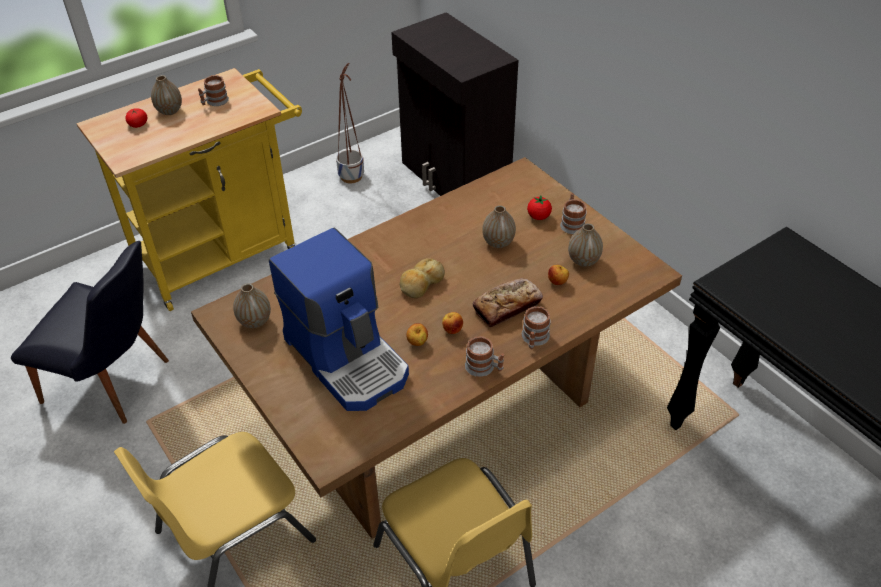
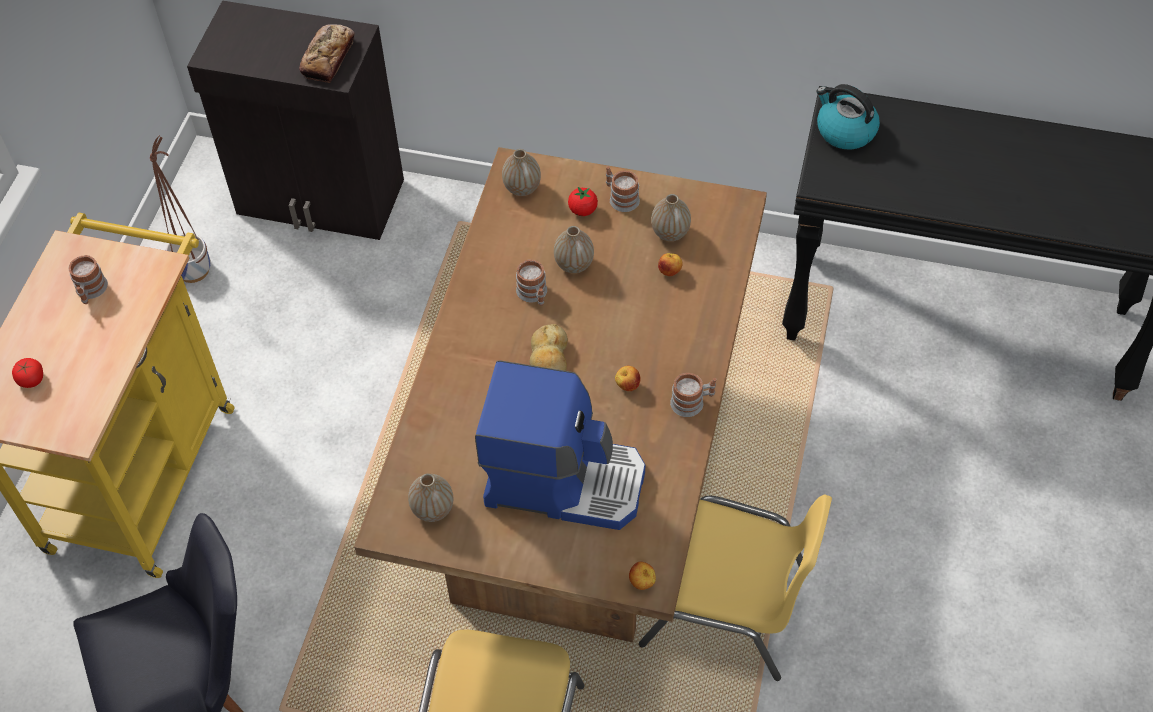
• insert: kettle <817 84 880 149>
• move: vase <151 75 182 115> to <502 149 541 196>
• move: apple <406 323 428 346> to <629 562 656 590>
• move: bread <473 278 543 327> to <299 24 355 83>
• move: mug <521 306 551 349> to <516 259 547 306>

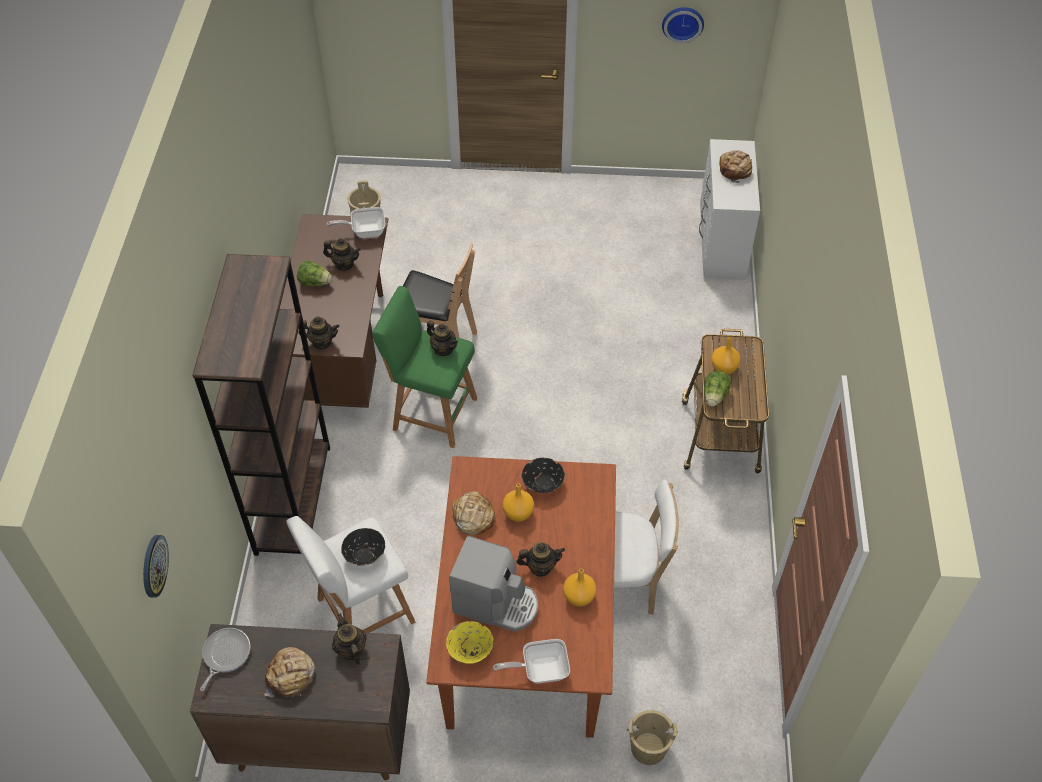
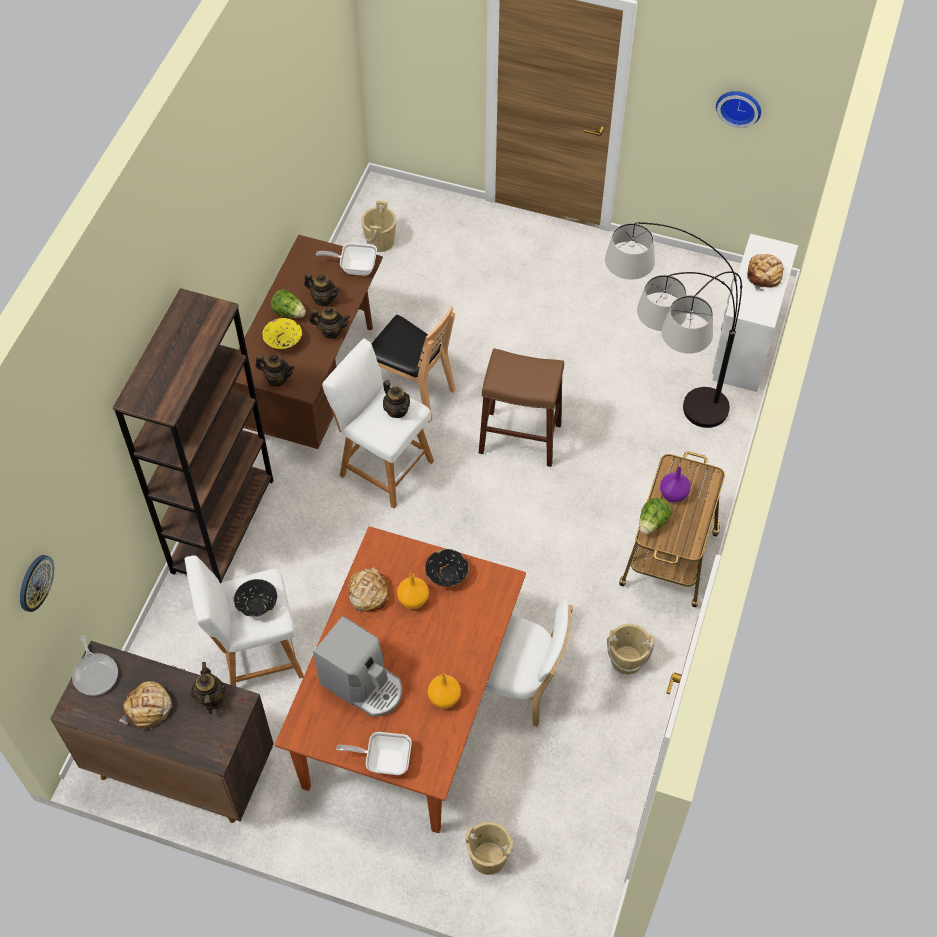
• insert: stool/brown <479 348 564 467>
• insert: floor lamp <605 222 743 428>
• insert: bucket/beige <607 624 654 674>
• move: bowl/yellow <446 621 494 664> to <263 318 302 349>
• move: teapot <516 542 565 577> to <309 306 350 339>
• recolor: stool/green <372 286 477 448> to stool/white <322 339 434 509>
• recolor: vase/orange <711 337 741 374> to vase/purple <660 467 691 503>
• rotate: frying pan <200 628 250 691> = <72 635 118 696> 120 degrees clockwise

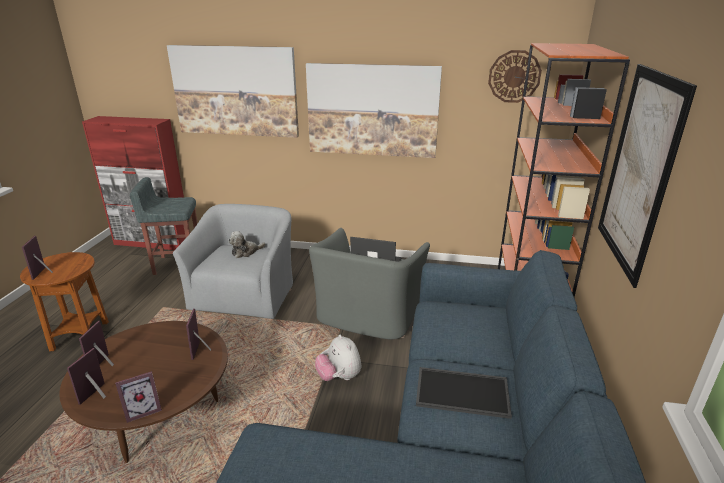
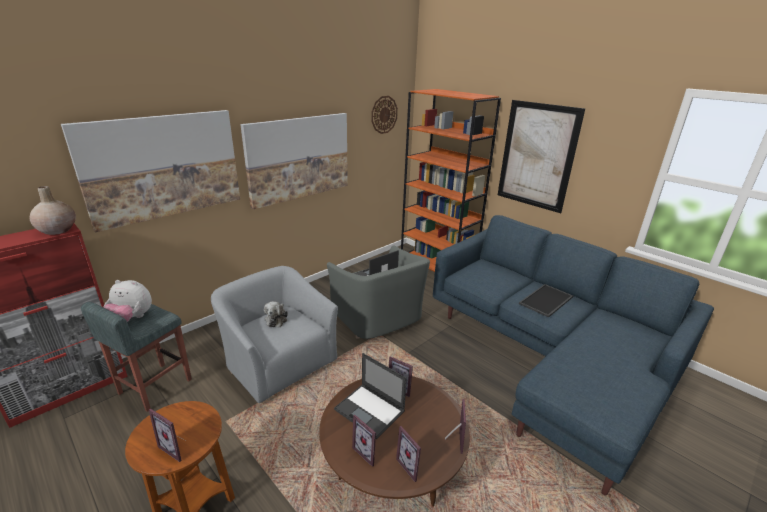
• insert: vase/beige <29 186 76 235>
• insert: laptop <334 353 407 440>
• move: plush toy <315 335 361 381> to <103 280 152 322>

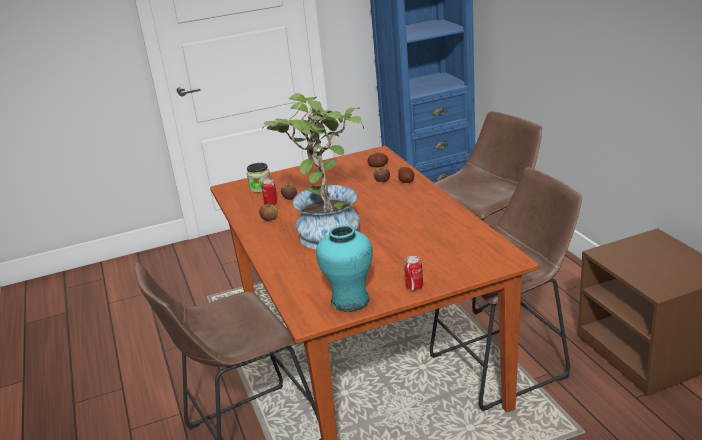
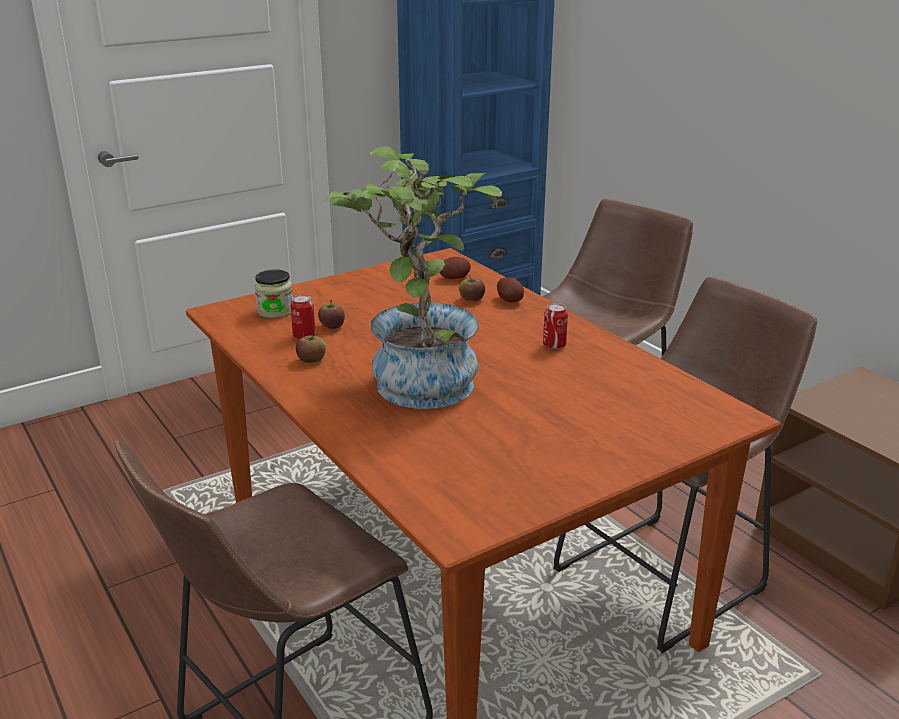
• delete: vase/turquoise <316 225 373 312>
• move: can <404 256 423 291> to <543 303 568 349>

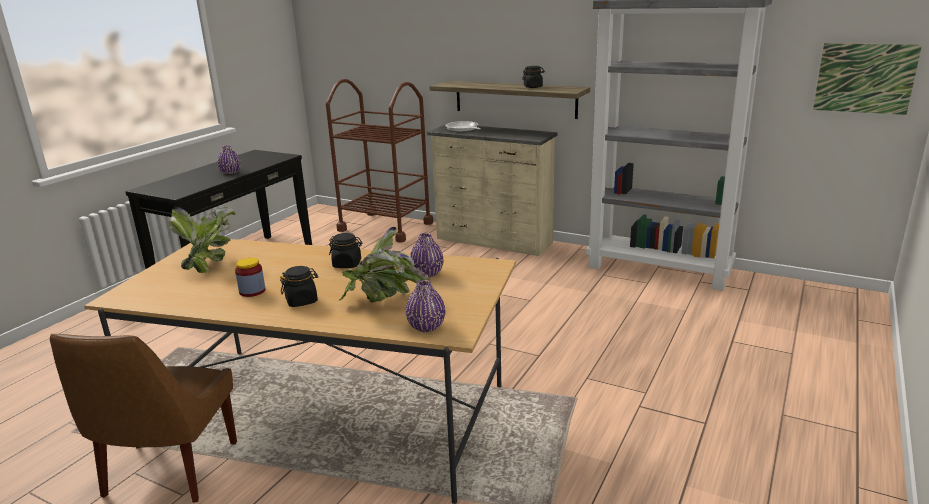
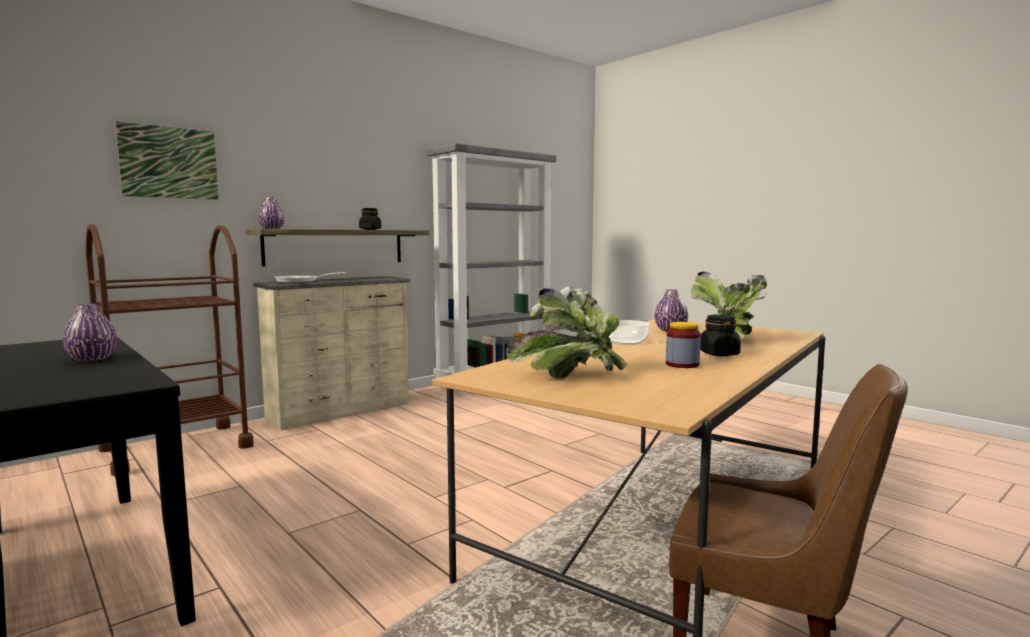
• move: vase/purple <406 280 445 332> to <258 197 285 229>
• move: picture <813 43 922 115> to <116 121 219 200>
• replace: jar/black <329 233 363 268> to bowl <607 320 650 345>

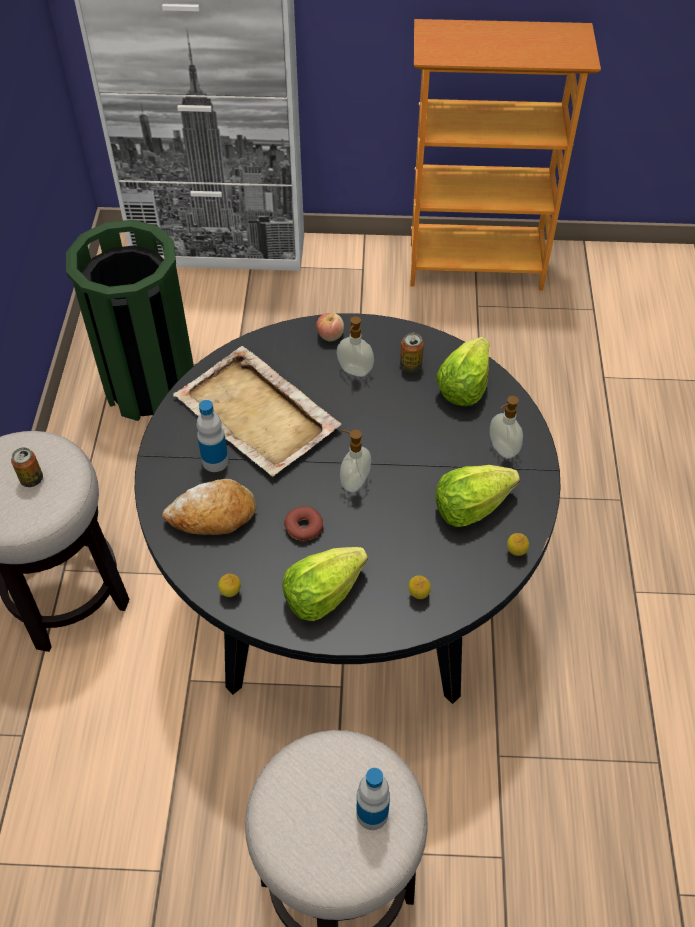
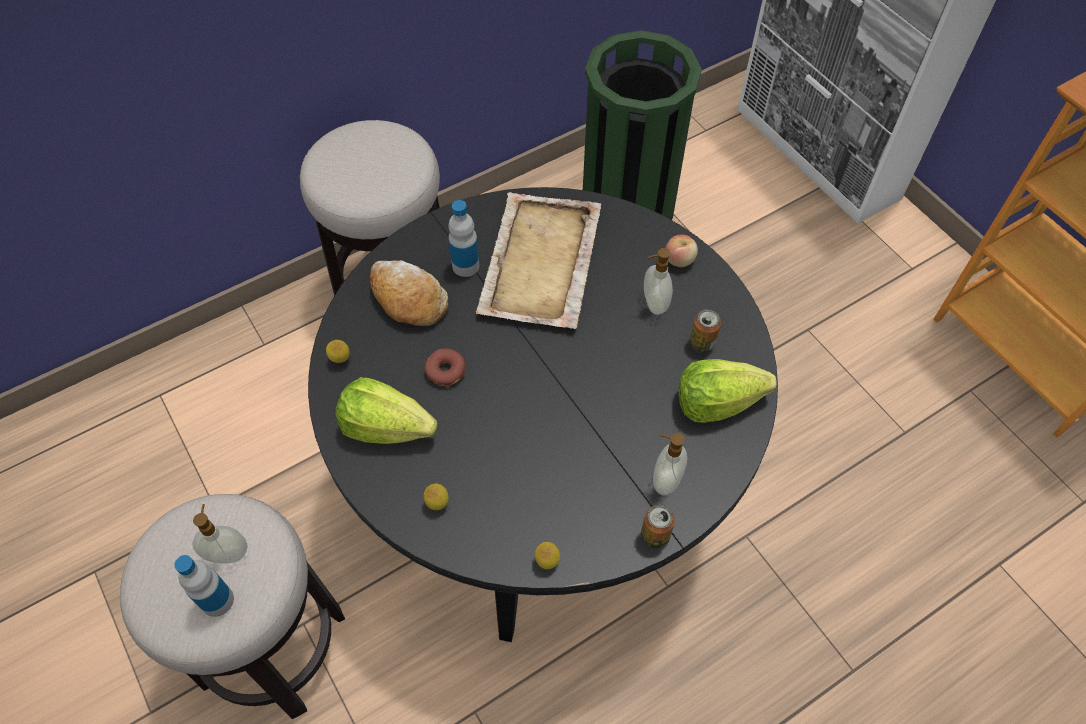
• delete: lettuce <436 465 520 527>
• move: can <11 447 43 487> to <641 505 675 549>
• move: soap dispenser <340 430 371 492> to <192 504 248 564>

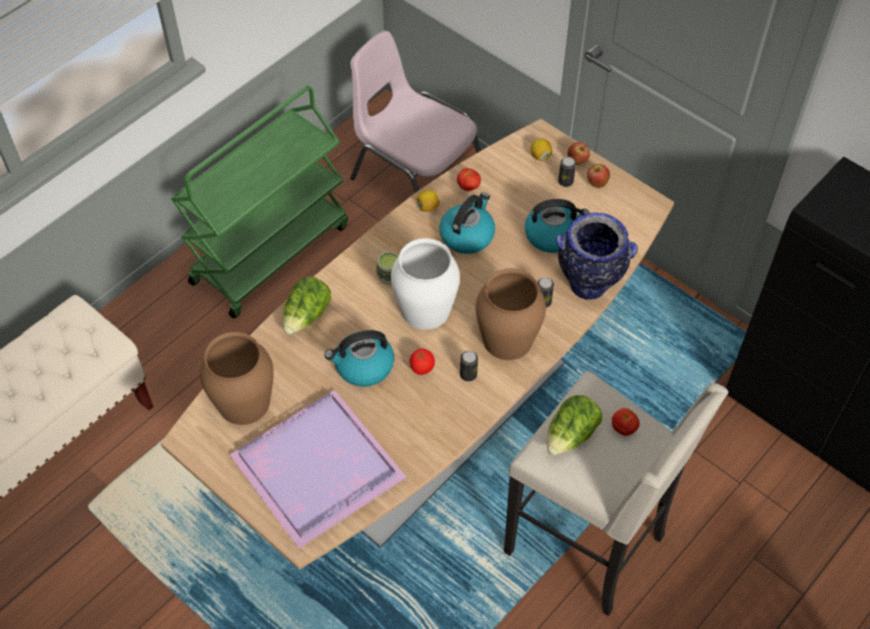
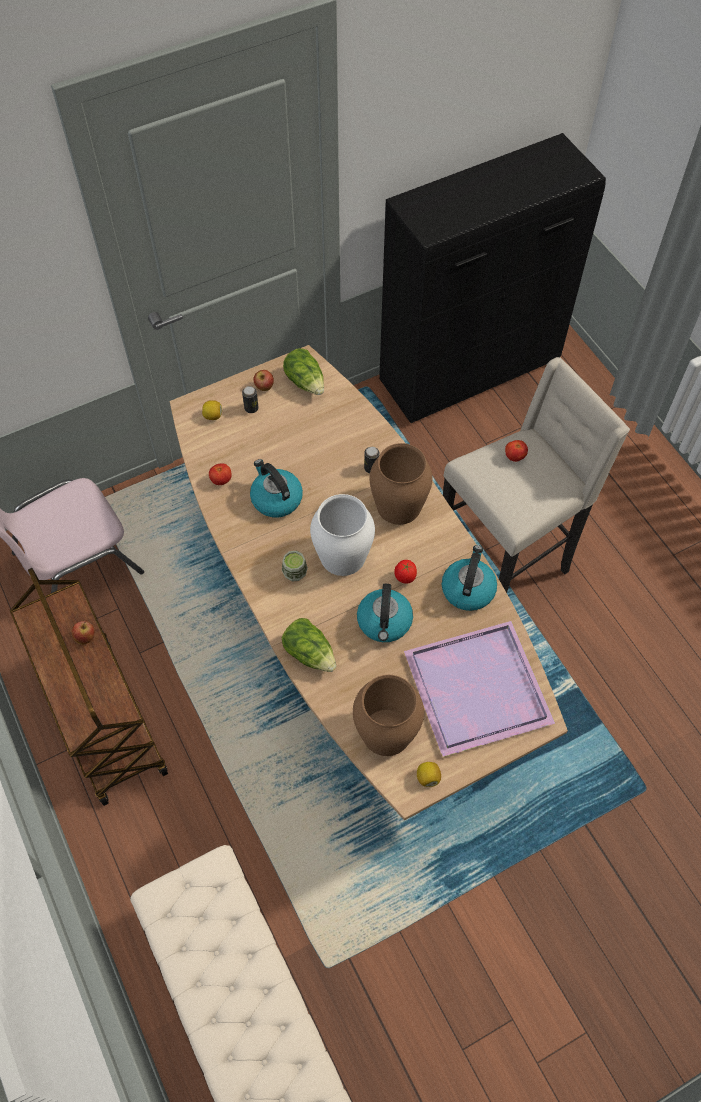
• delete: can <460 351 478 382>
• delete: vase <556 213 638 300>
• move: lemon <417 190 440 212> to <417 762 441 787>
• move: kettle <525 199 590 253> to <442 545 497 611>
• move: lettuce <547 395 602 455> to <283 348 324 395>
• move: apple <567 142 590 165> to <72 621 95 645>
• recolor: cart/green <171 86 348 318> to cart/brown <10 568 168 806>

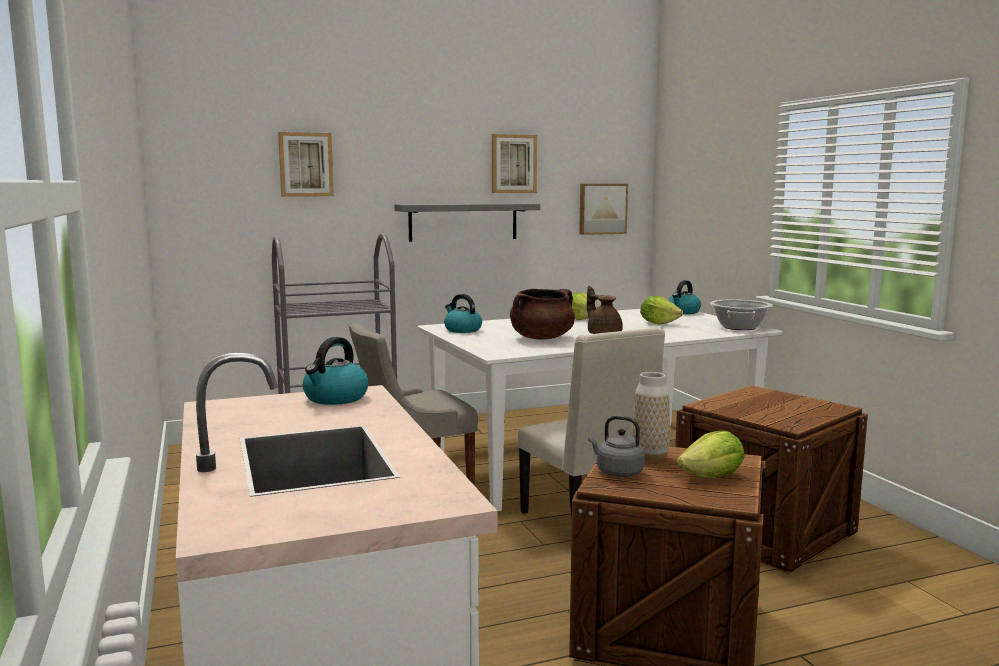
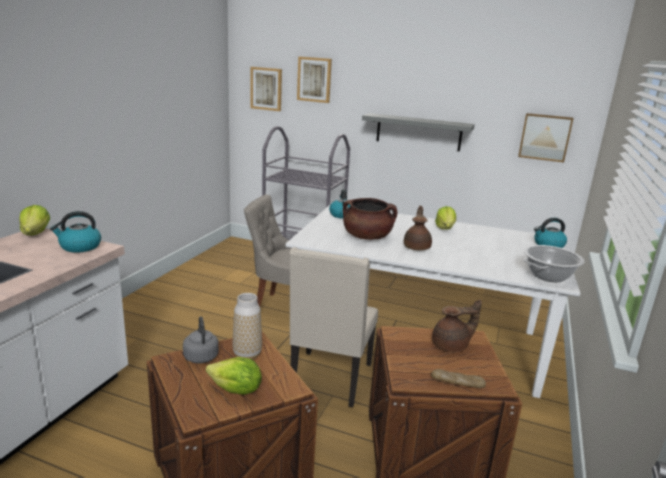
• insert: bread <431 369 486 388>
• insert: teapot/brown <432 300 482 352>
• move: picture <492 134 537 193> to <251 67 282 111>
• move: lettuce <640 296 683 325> to <19 205 50 236>

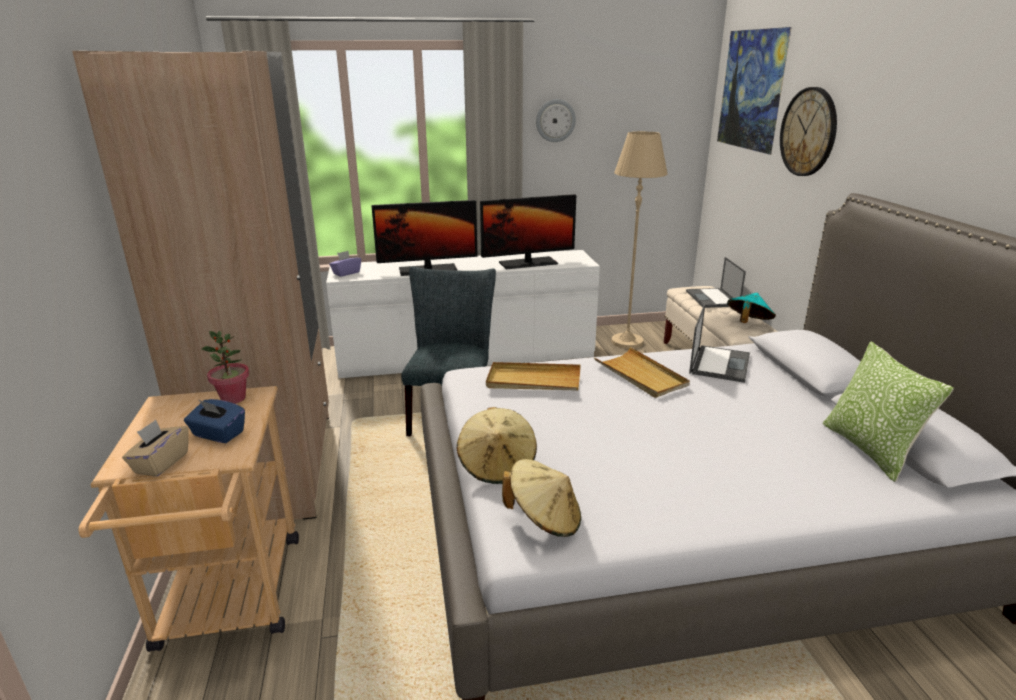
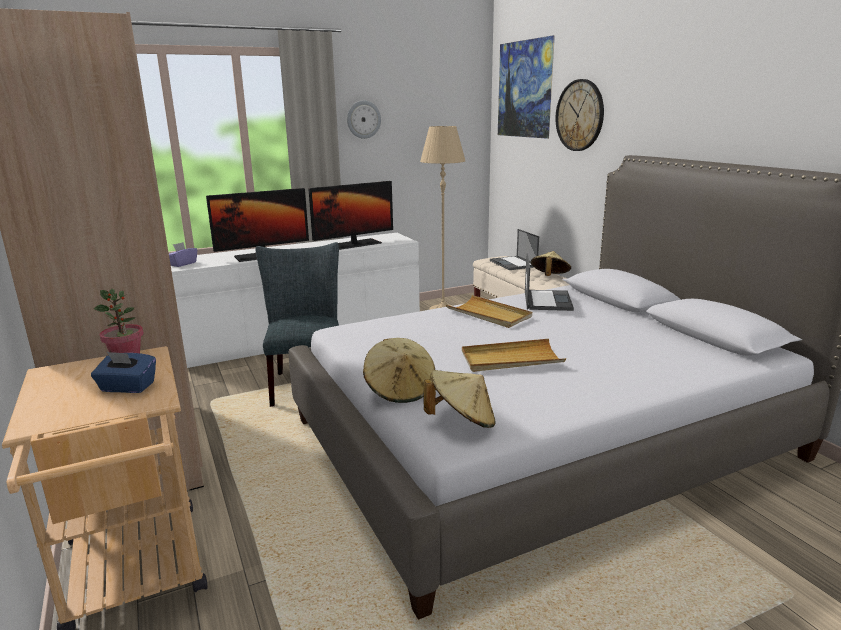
• delete: tissue box/beige <122 420 189 477>
• delete: pillow <823 341 954 482>
• move: tray/beige <486 362 581 391> to <462 339 566 372>
• recolor: hat/turquoise <727 293 776 323> to hat/beige <531 251 571 276>

